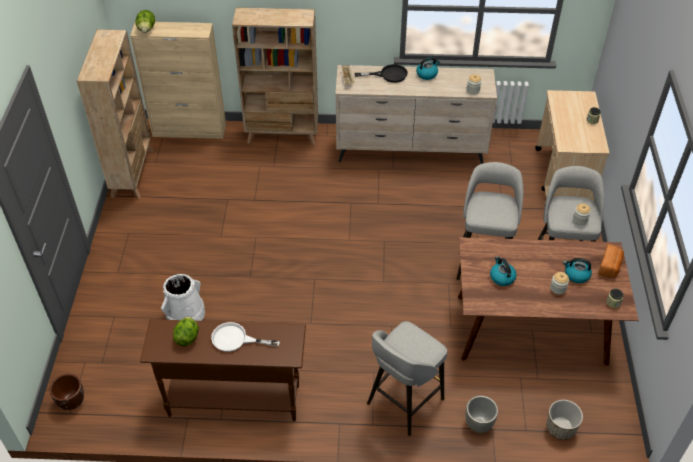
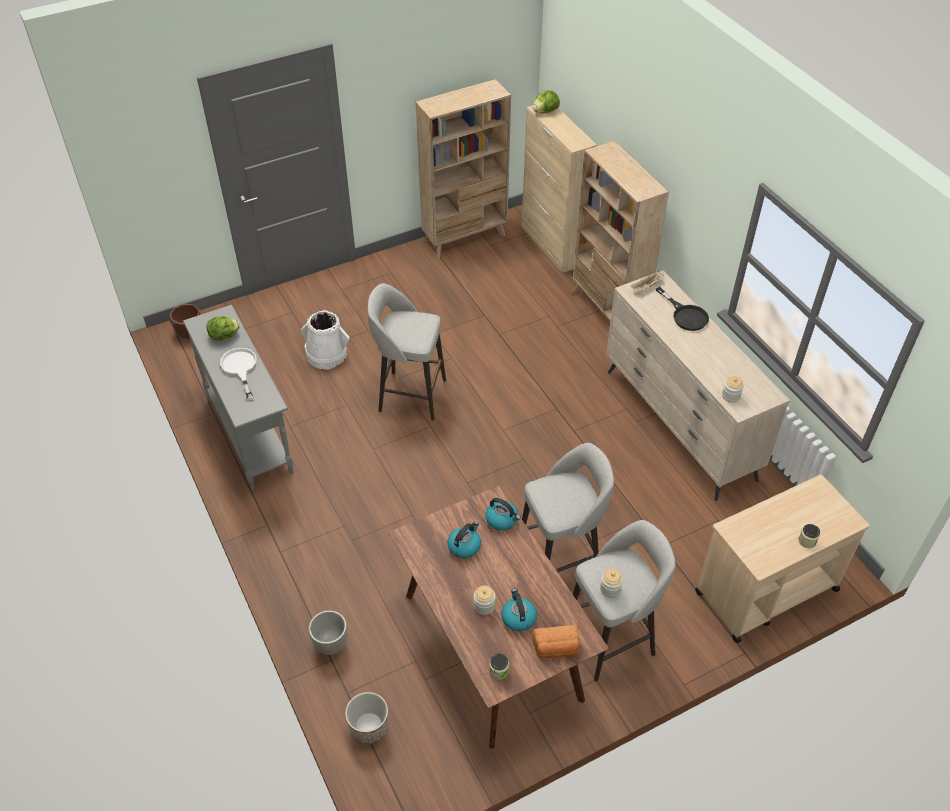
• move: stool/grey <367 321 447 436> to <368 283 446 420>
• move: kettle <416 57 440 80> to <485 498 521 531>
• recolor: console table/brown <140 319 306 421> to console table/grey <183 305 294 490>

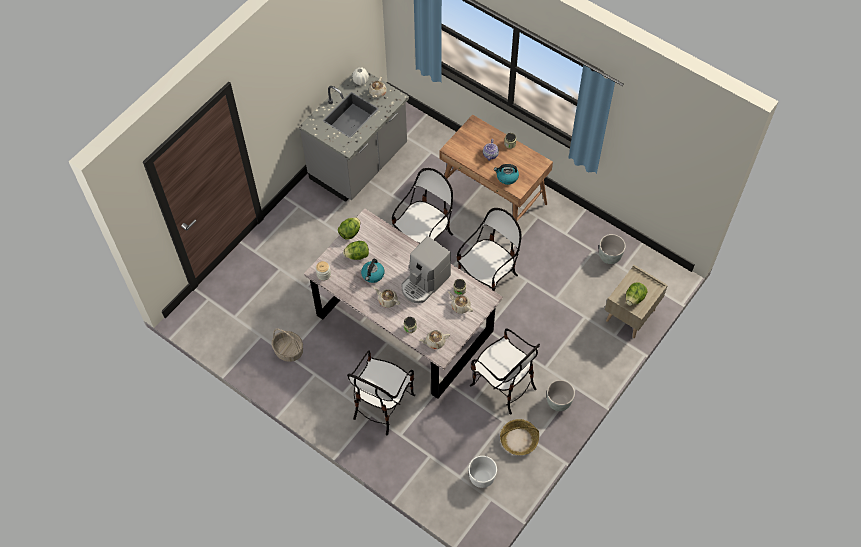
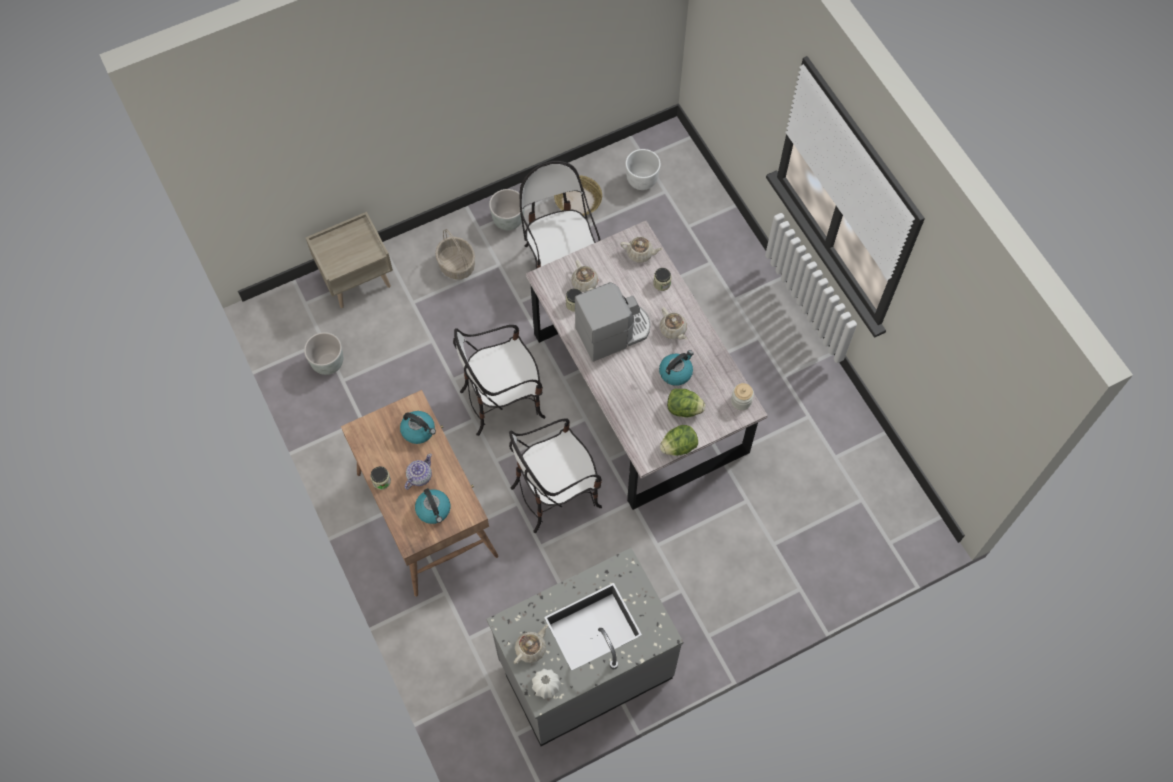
• delete: chair <347 350 415 435>
• delete: lettuce <626 282 647 306>
• insert: kettle <415 488 450 524>
• move: basket <271 328 303 362> to <435 229 475 280>

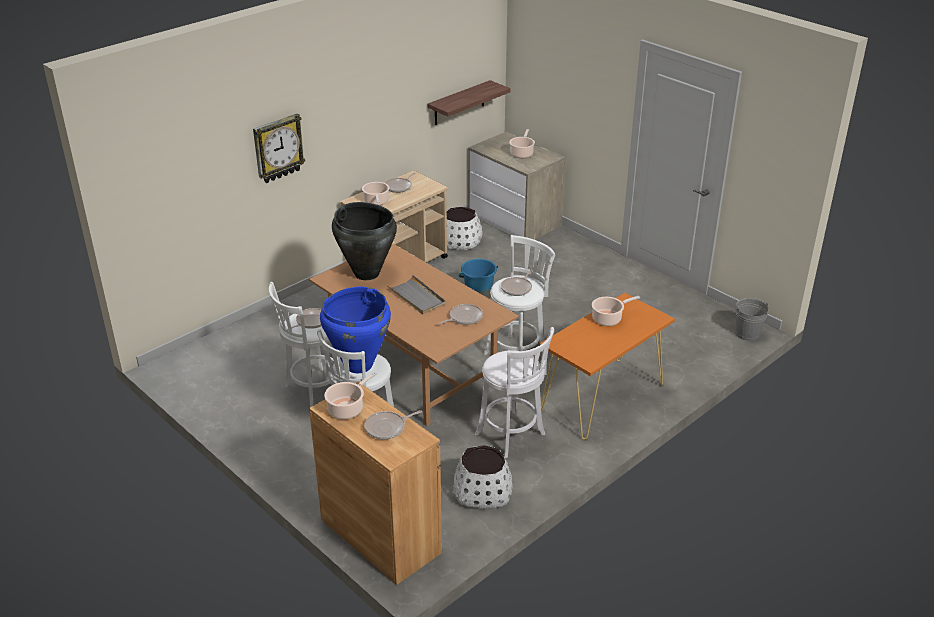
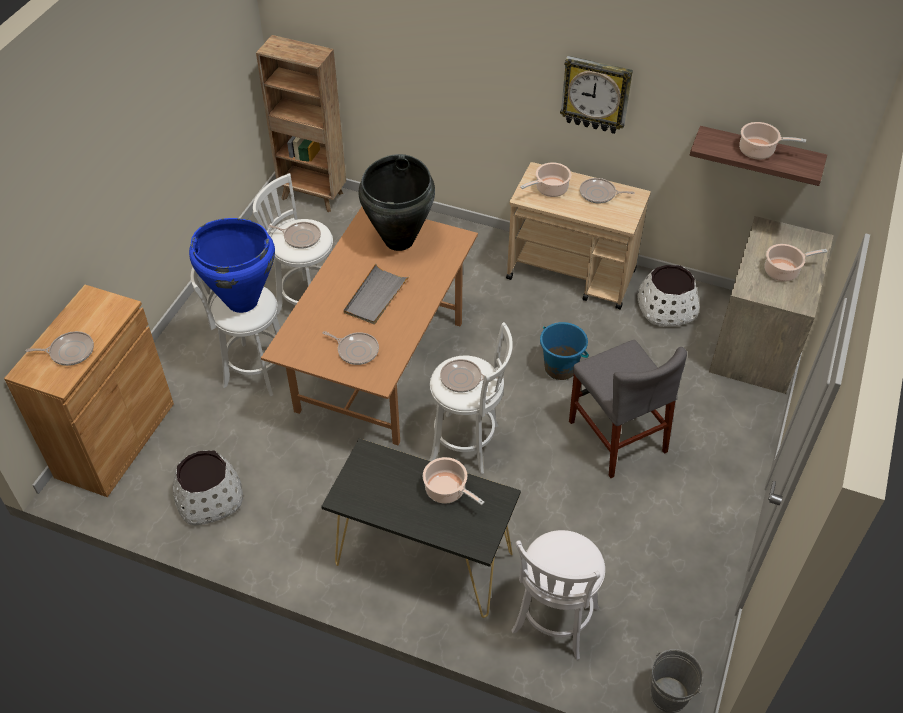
• insert: bookcase/brown <256 35 346 212>
• insert: chair/grey <569 340 687 478>
• move: wall clock <253 114 305 183> to <560 56 633 134>
• move: cooking pot <324 372 377 419> to <739 122 806 160>
• move: stool/white <475 327 554 458> to <511 530 605 660>
• recolor: console table/orange <540 293 675 440> to console table/black <321 438 521 618>
• rotate: frying pan <364 410 422 440> = <26 331 94 366> 135 degrees clockwise

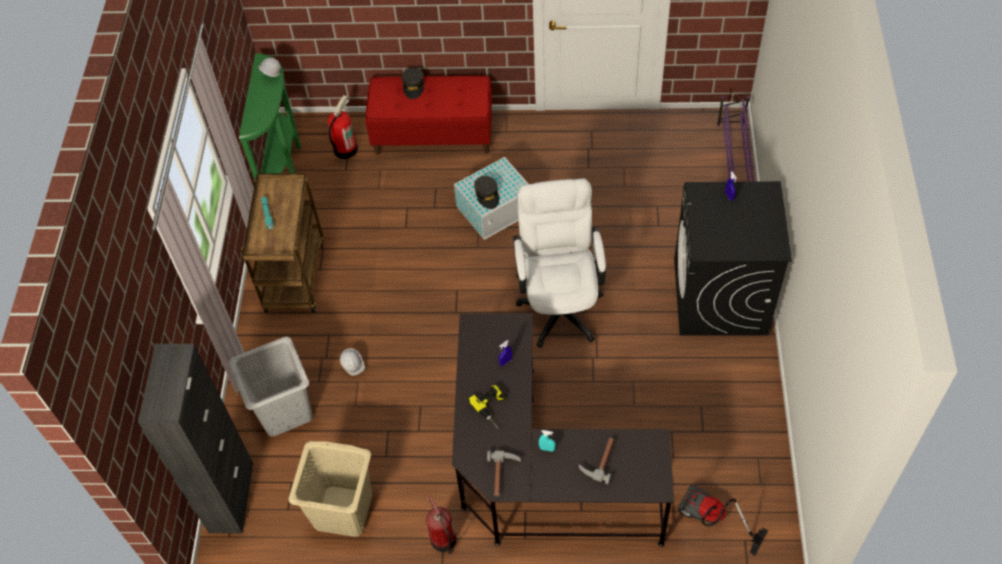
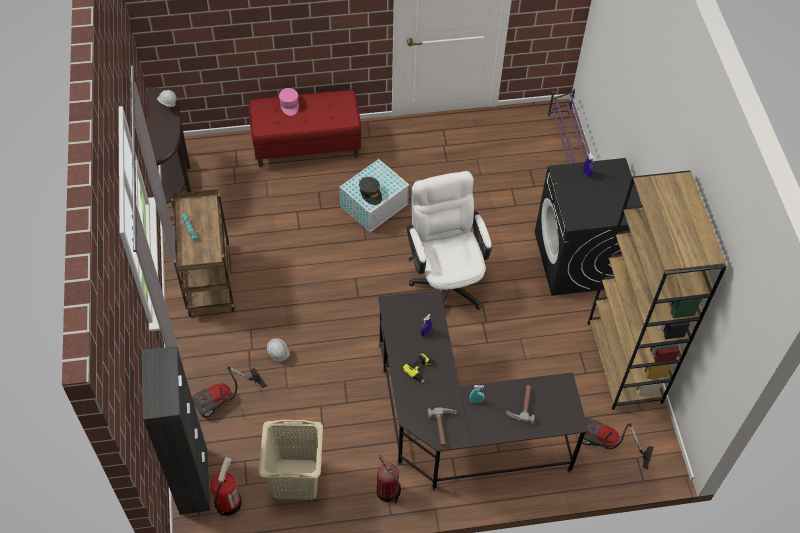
• insert: bookcase/brown <588 170 727 410>
• move: fire extinguisher <328 95 358 159> to <211 457 242 516>
• replace: laundry basket/grey <229 337 313 437> to vacuum cleaner <192 366 267 418>
• recolor: console table/green <239 53 301 179> to console table/brown <148 87 191 203>
• recolor: cap/grey <402 67 424 99> to cap/pink <279 88 299 116>

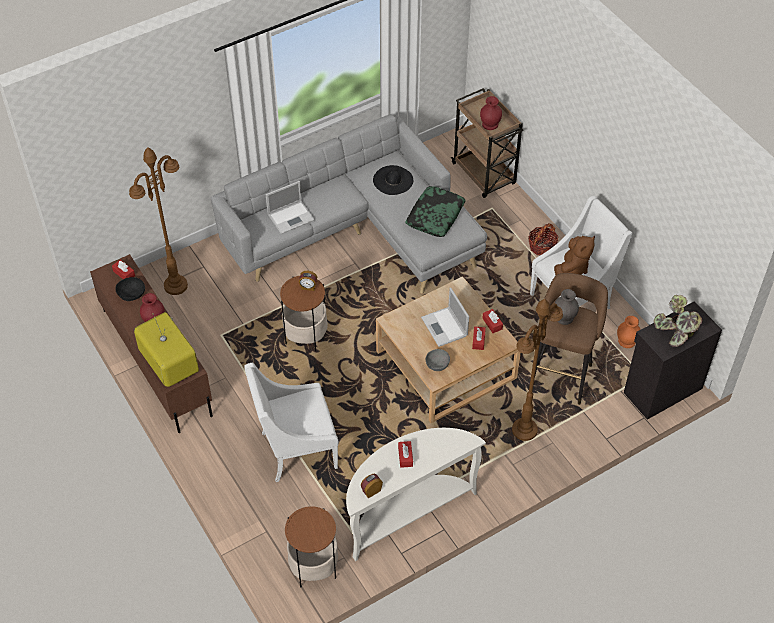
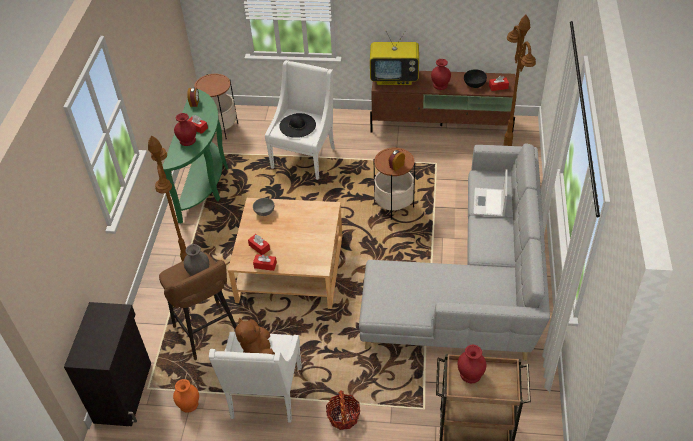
• delete: pillow <405 186 466 237>
• delete: laptop <421 288 469 347>
• delete: potted plant <654 295 702 347>
• insert: vase/red <174 113 196 146>
• move: hat/black <373 165 413 195> to <279 113 316 138>
• recolor: console table/white <346 428 486 561> to console table/green <163 89 228 224>

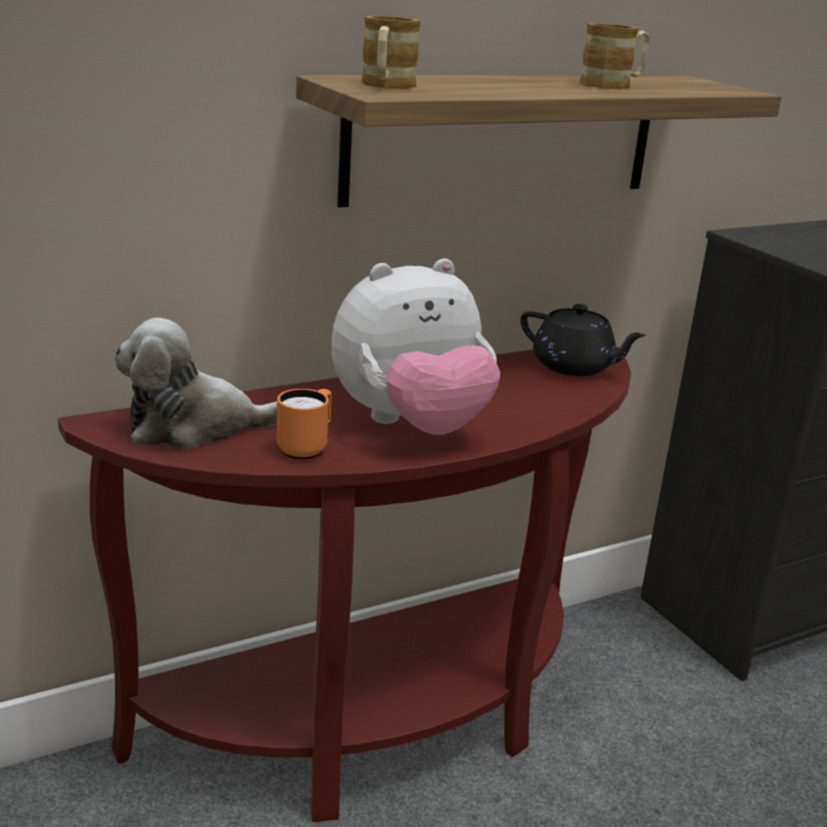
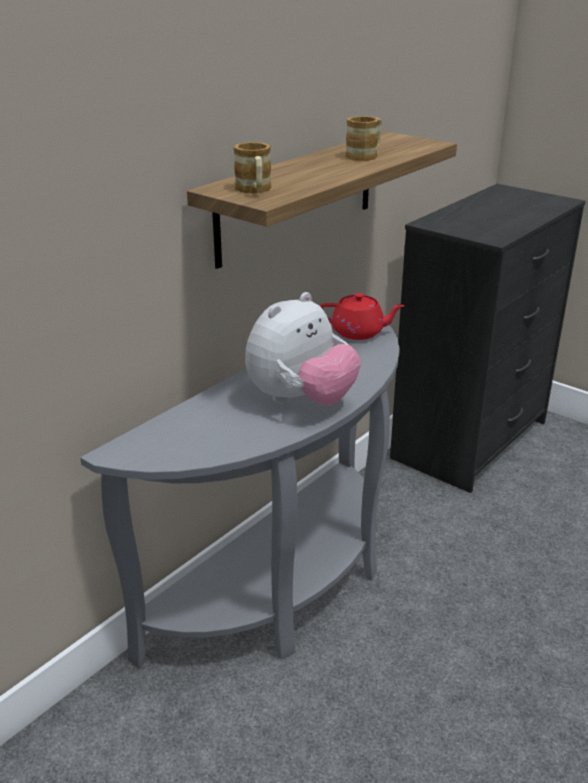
• delete: plush toy <114 318 277 449>
• delete: mug/orange <277 389 332 460>
• recolor: console table/brown <58 346 631 822> to console table/grey <80 323 400 668>
• recolor: teapot/black <520 304 646 376> to teapot/red <320 293 405 340>

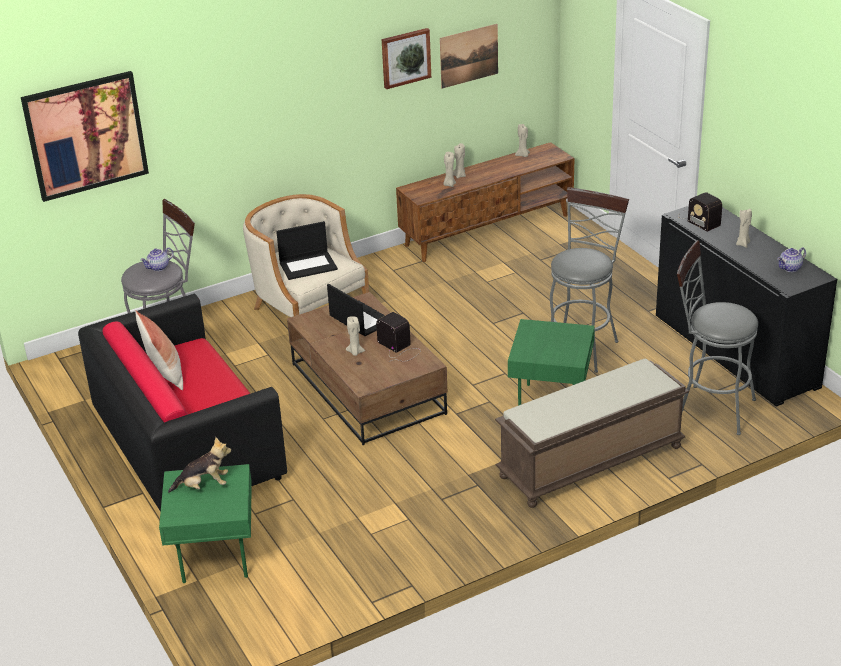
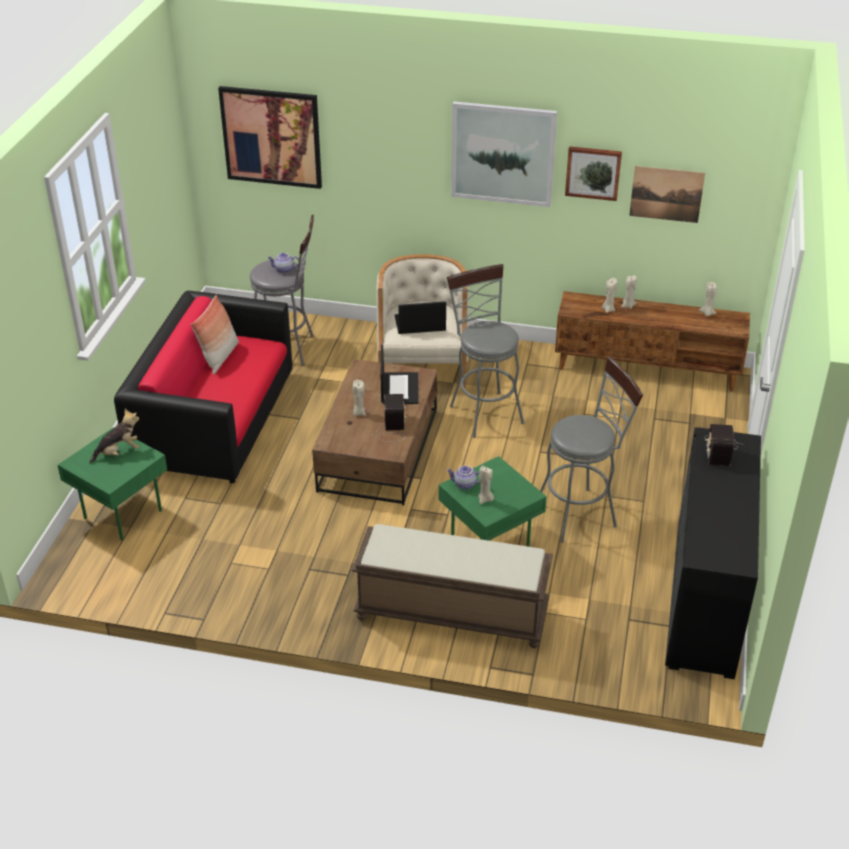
• insert: picture <451 102 557 207>
• move: stool/grey <677 240 758 435> to <447 264 524 438>
• move: candle/beige <736 209 752 248> to <478 466 494 504>
• move: teapot <777 247 806 272> to <446 466 481 490>
• rotate: plush toy <168 437 231 493> = <89 409 140 463> 60 degrees counterclockwise
• rotate: laptop <276 221 338 280> = <395 301 446 334> 150 degrees clockwise

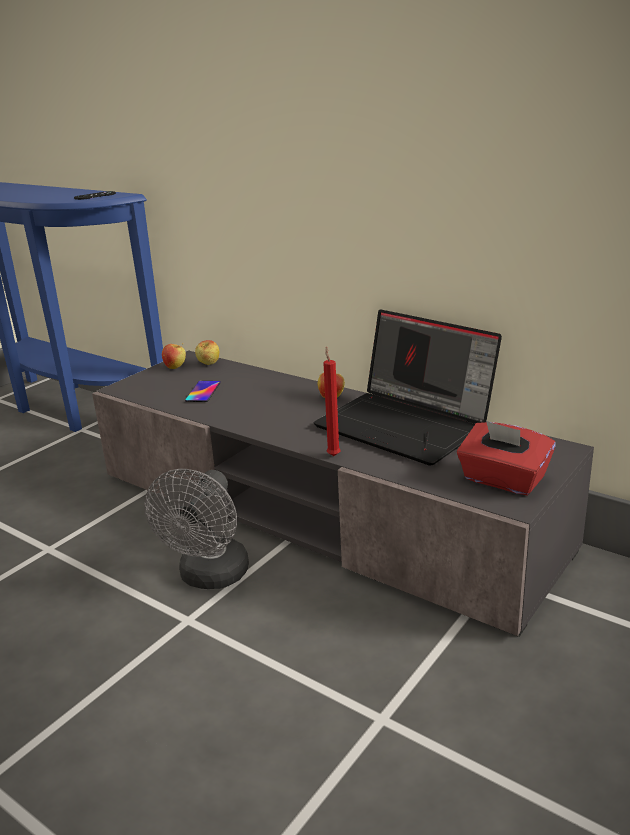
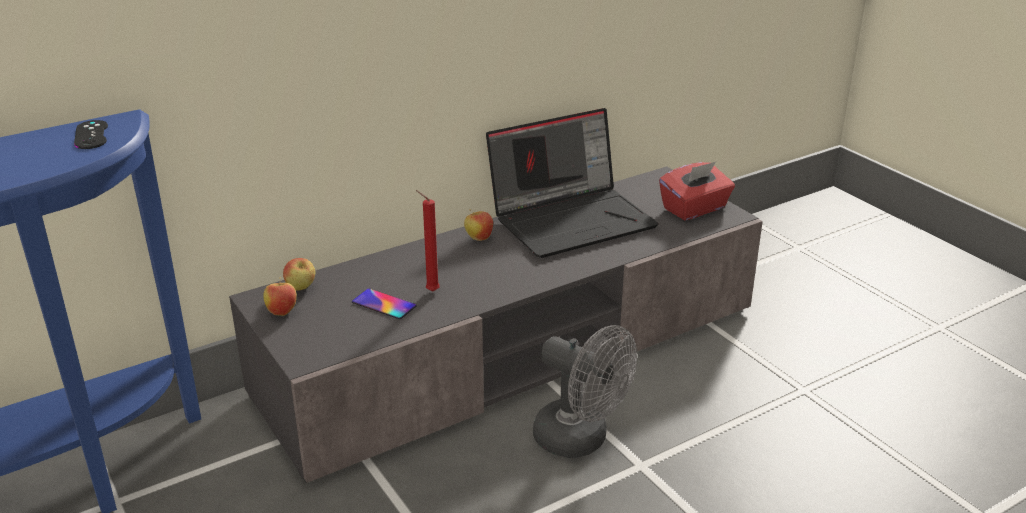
• move: candle/red <323 347 341 456> to <416 190 440 291>

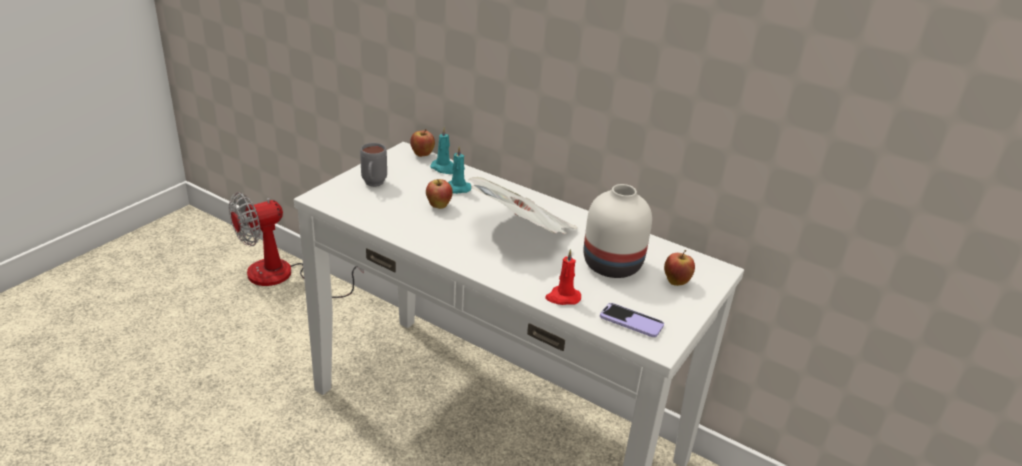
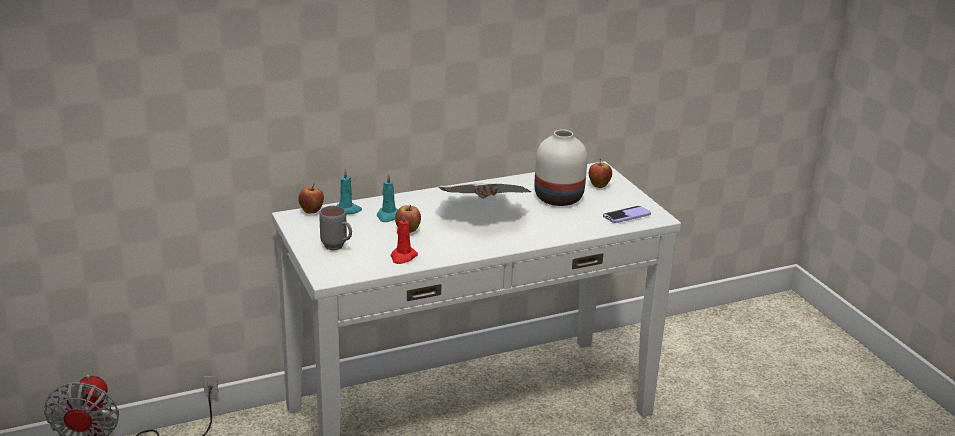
• move: candle/red <545 249 581 305> to <390 213 418 264>

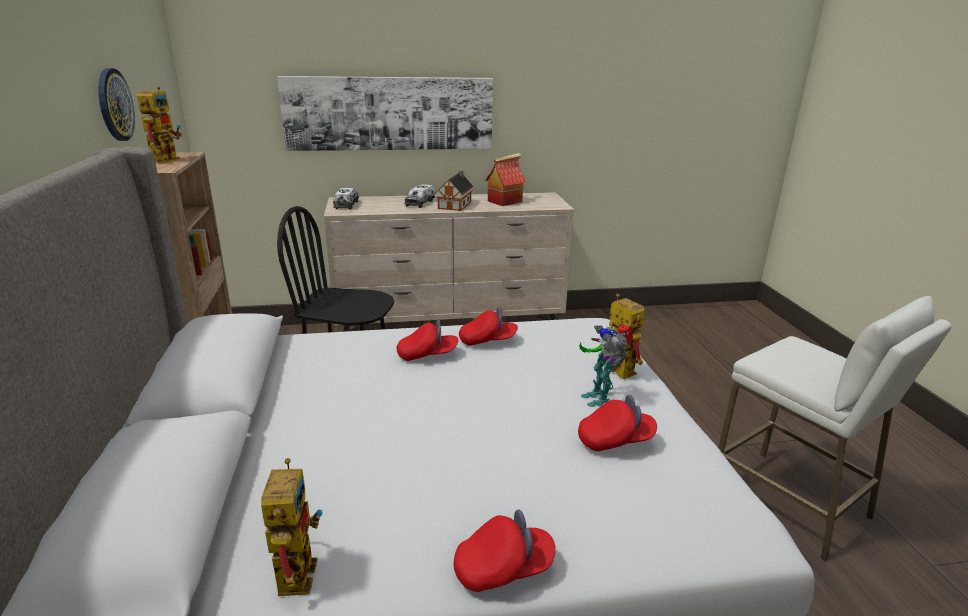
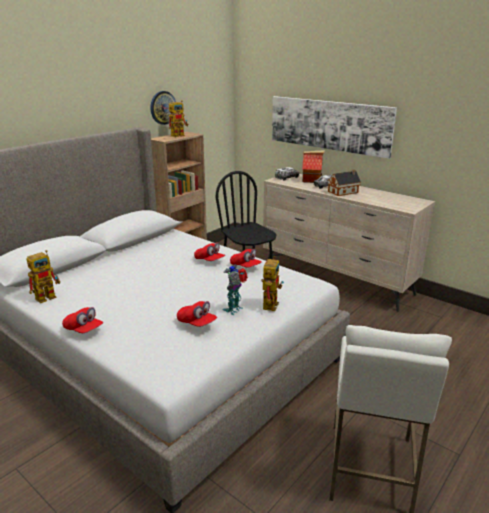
• move: toy house <485 153 526 206> to <302 150 325 183>

